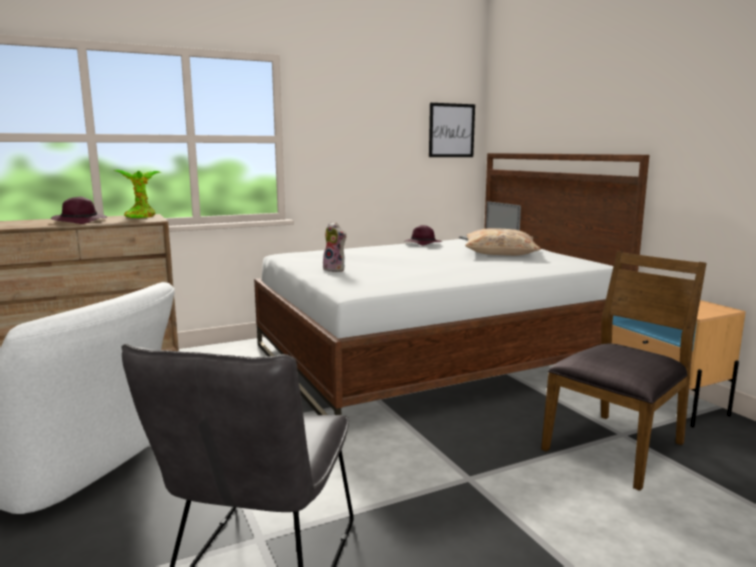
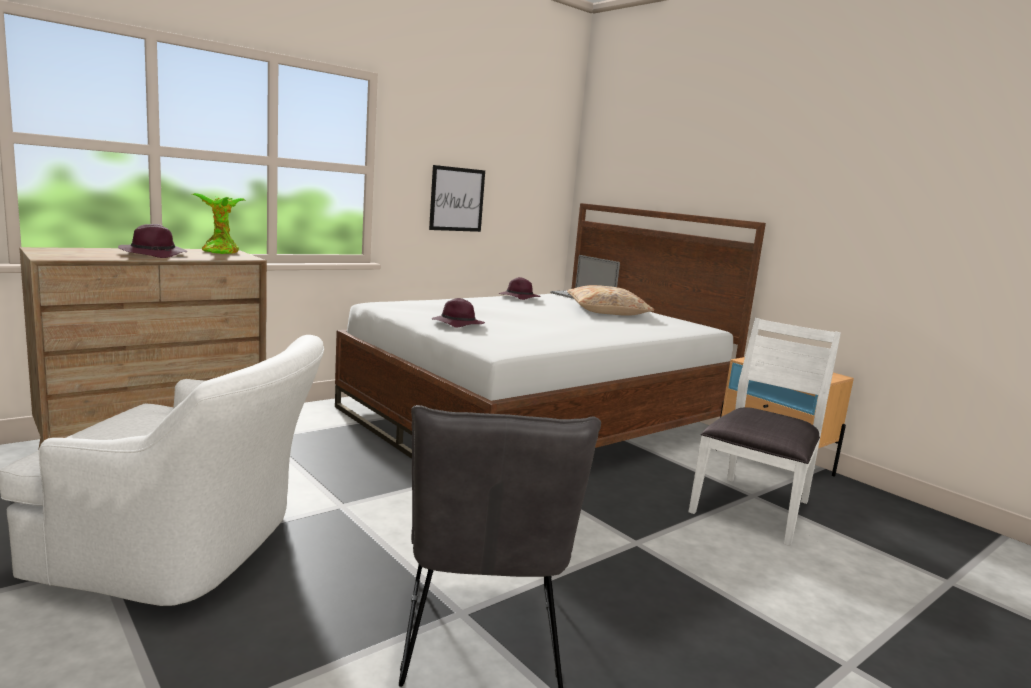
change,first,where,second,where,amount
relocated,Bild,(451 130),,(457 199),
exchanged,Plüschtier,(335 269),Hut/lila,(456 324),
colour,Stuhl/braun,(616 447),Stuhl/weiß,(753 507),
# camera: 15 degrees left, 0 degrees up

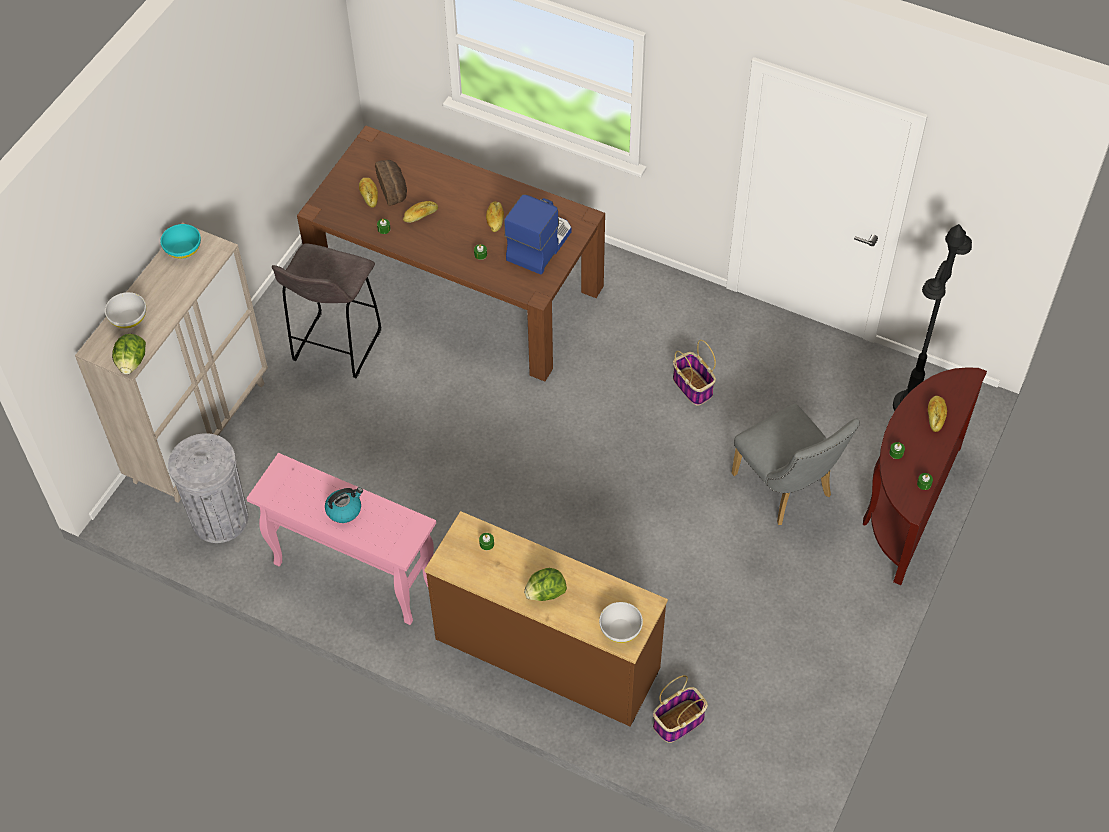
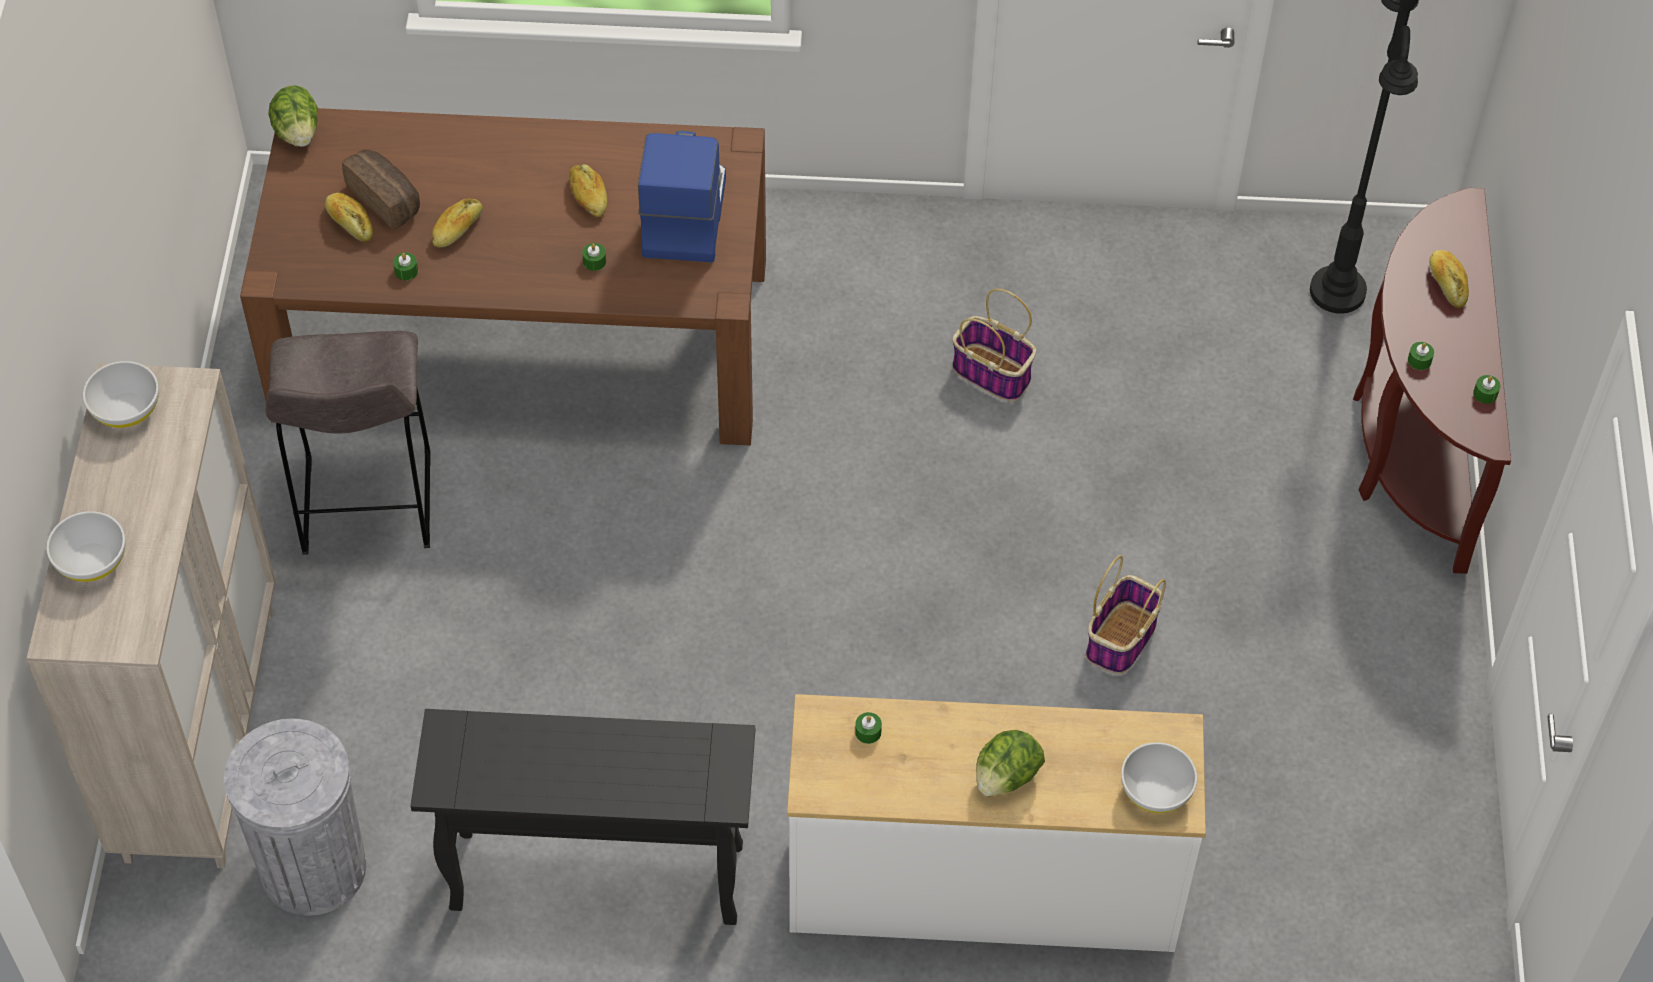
change,first,where,second,where,amount
missing,Wasserkessel,(344 510),,,
missing,Stuhl/grau,(786 490),,,
relocated,Salatkopf,(132 362),,(298 132),
relocated,Korb,(678 722),,(1121 640),
colour,Schüssel/türkis,(183 249),Schüssel/weiß,(125 409),
colour,Konsolentisch/rosa,(352 575),Konsolentisch/schwarz,(594 878),
colour,Kommode/braun,(546 654),Kommode/weiß,(983 888),
# camera: 25 degrees left, 0 degrees up

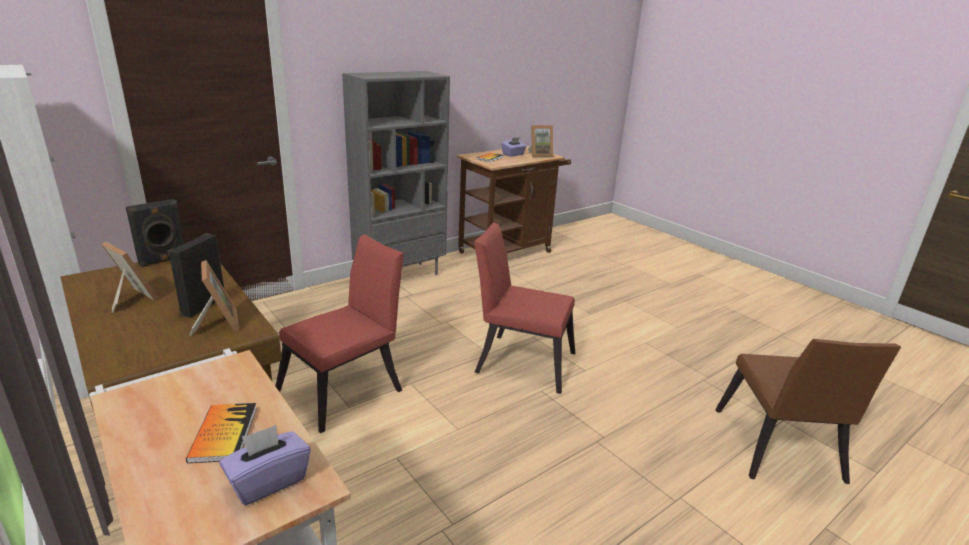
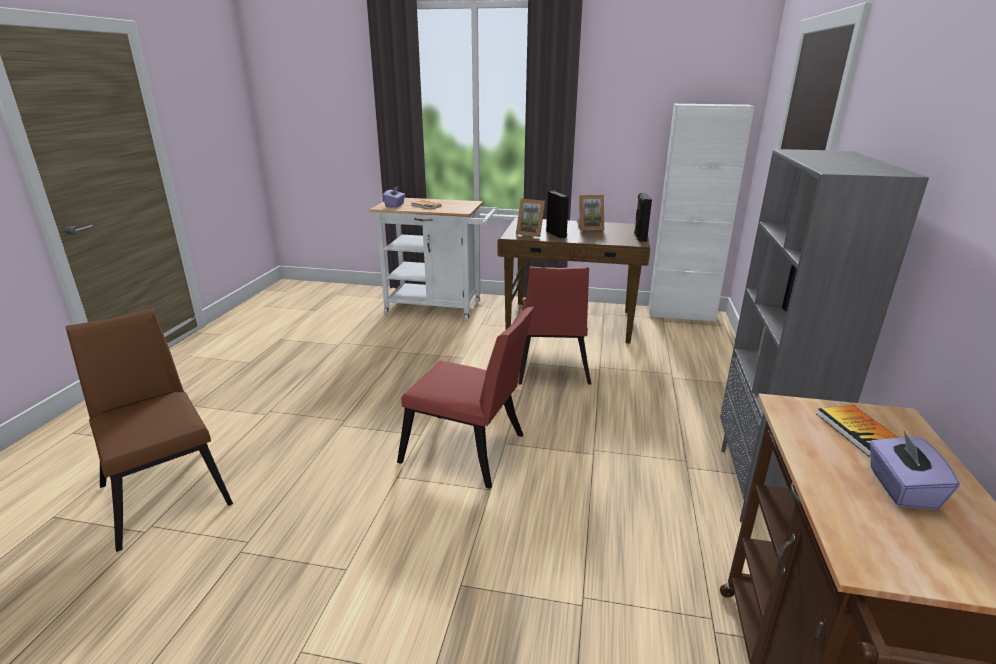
change,first,where,second,where,amount
missing,Bilderrahmen,(539 155),,,
spun,Stuhl/rot,(519 360),,(469 452),45 degrees clockwise
# camera: 140 degrees right, 0 degrees up

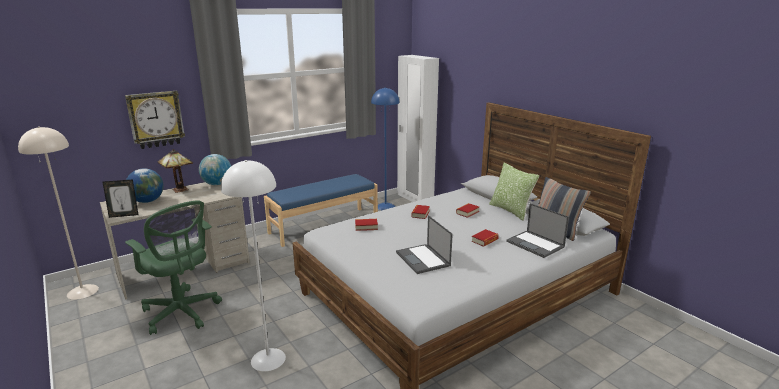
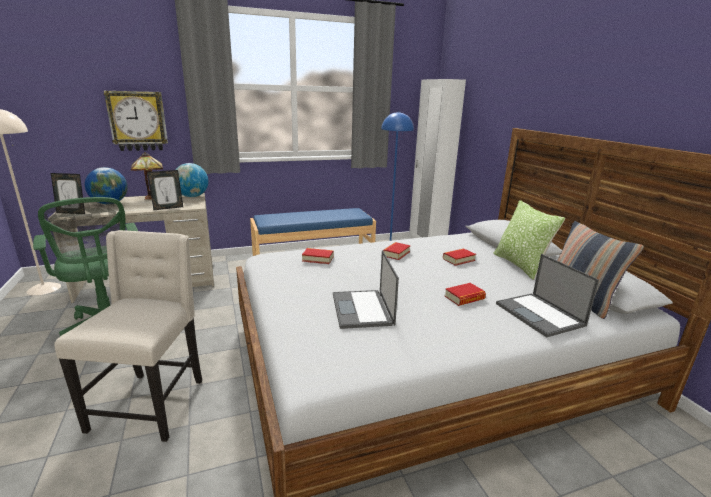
change,first,where,second,where,amount
appeared,,,Bilderrahmen,(168 208),
exchanged,Stehlampe/weiß,(268 359),Stuhl/beige,(151 404),
# camera: 15 degrees right, 0 degrees up

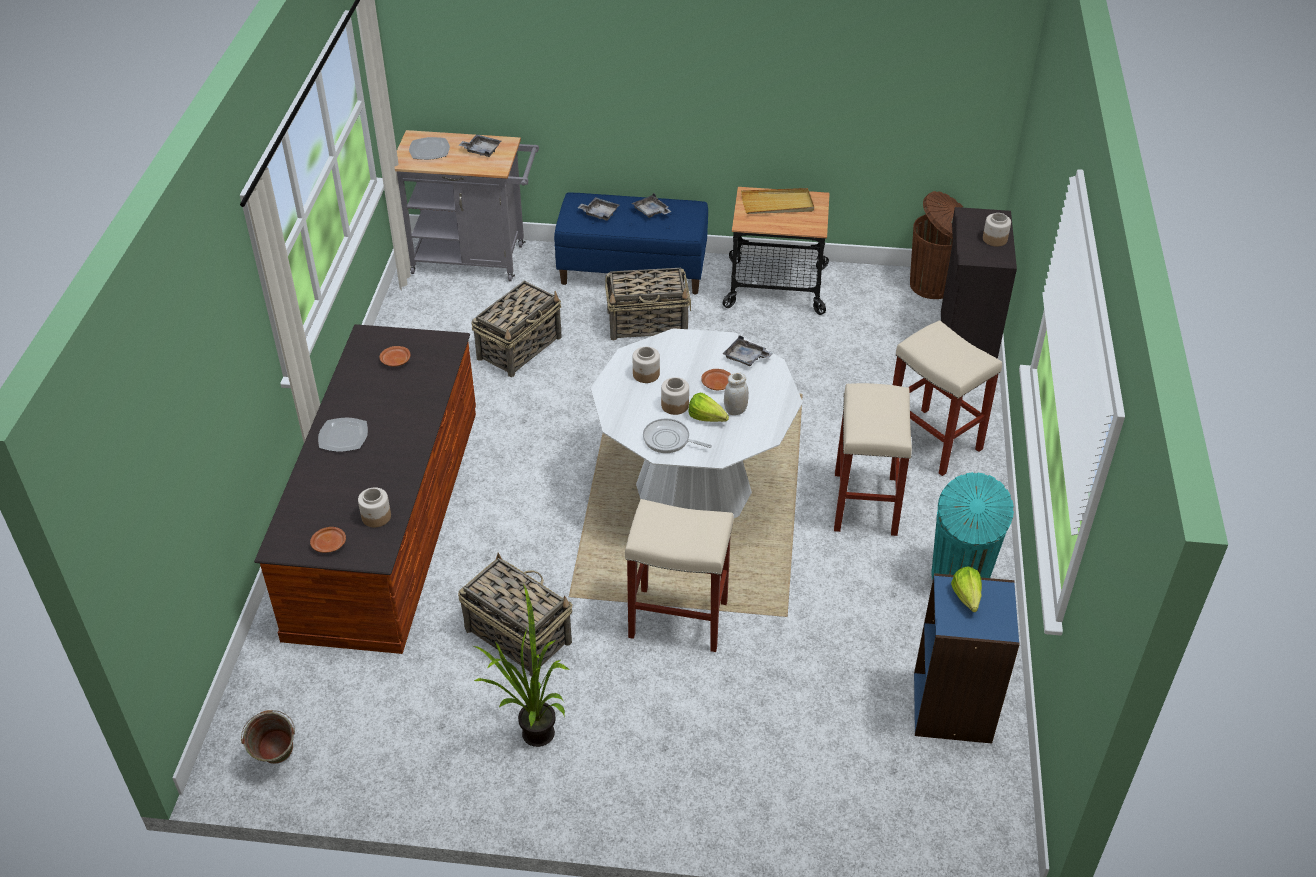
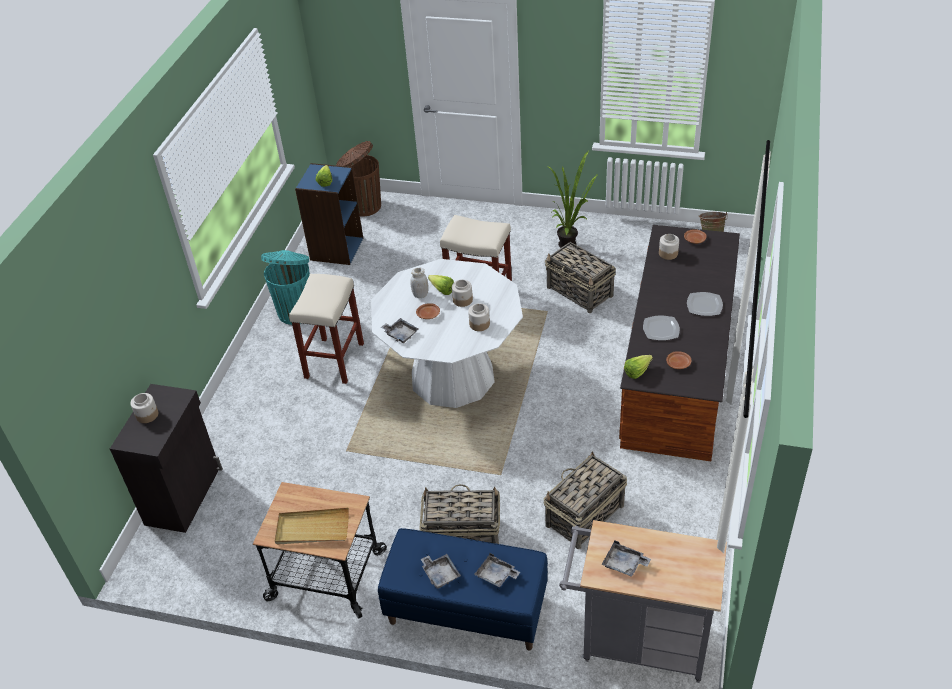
change,first,where,second,where,amount
missing,Pfanne,(669 440),,,
missing,Hocker/beige,(934 442),,,
appeared,,,Salatkopf,(639 371),
relocated,Teller,(430 150),,(660 329),
relocated,Mülleimer/braun,(934 285),,(363 206),
# camera: 170 degrees left, 0 degrees up

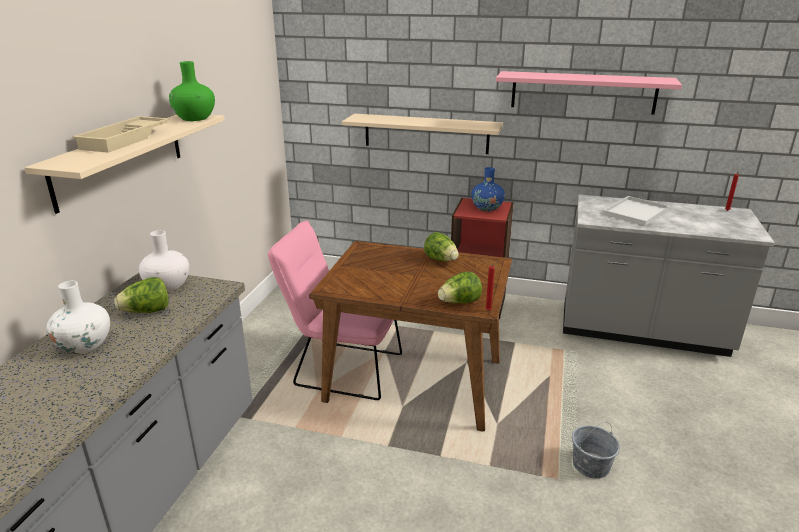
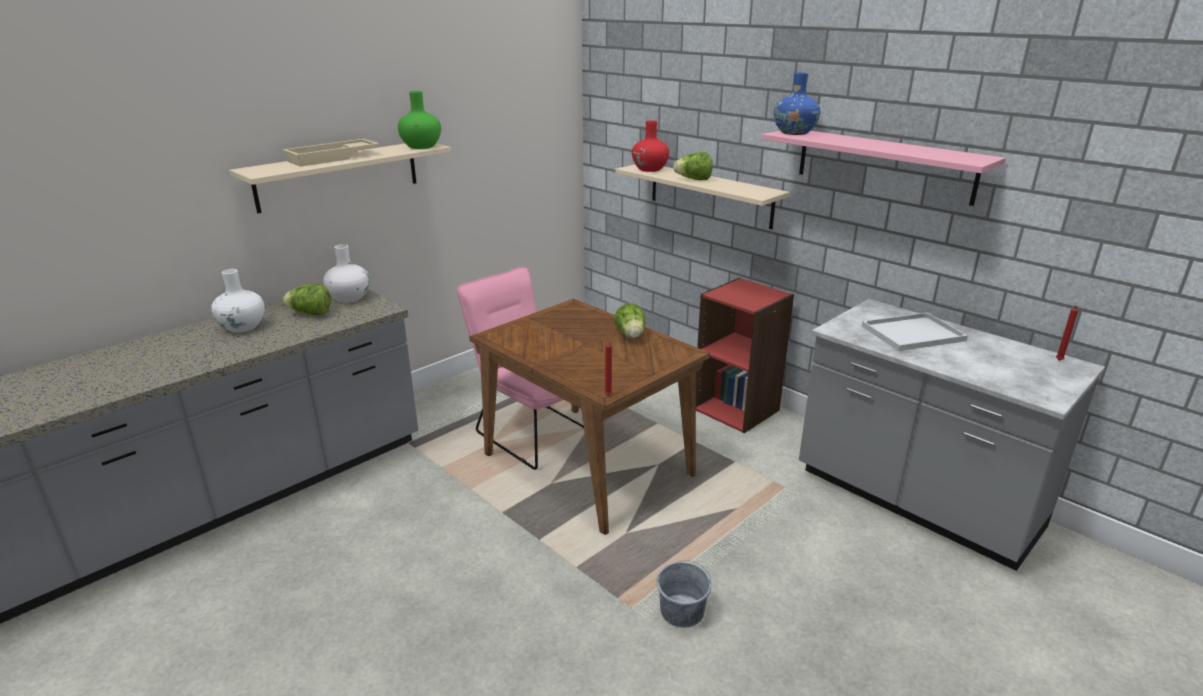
change,first,where,second,where,amount
appeared,,,Vase/rot,(650 169),
relocated,Salatkopf,(459 302),,(694 179),
relocated,Vase/blau,(487 208),,(794 132),
# camera: 30 degrees right, 0 degrees up

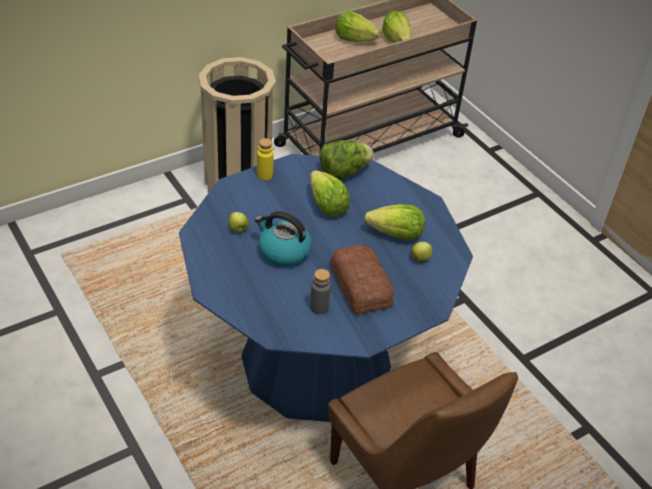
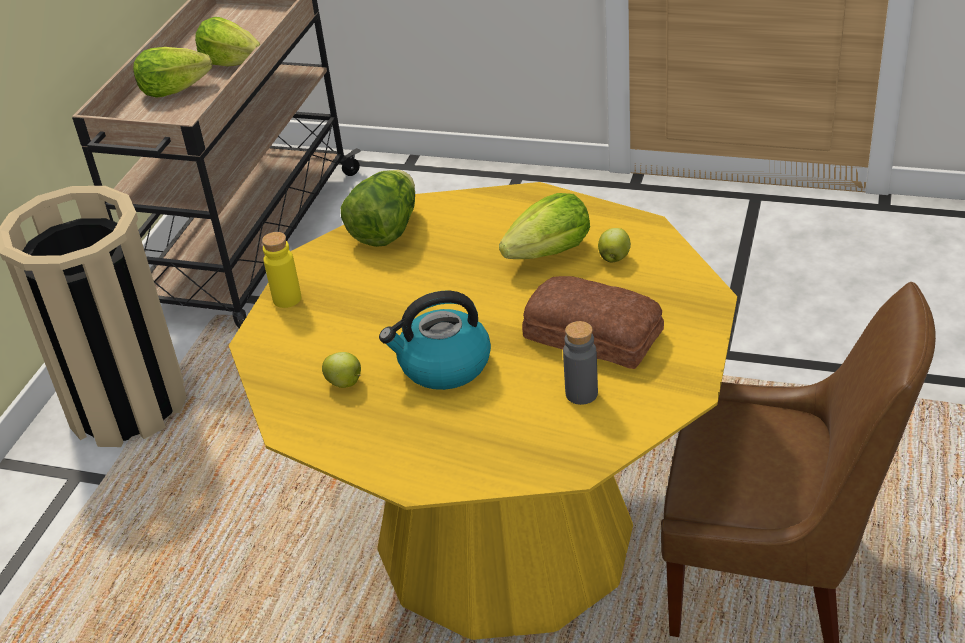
change,first,where,second,where,amount
missing,Salatkopf,(327 206),,,
colour,Esstisch/blau,(316 362),Esstisch/gelb,(505 538),
# camera: 35 degrees left, 5 degrees down

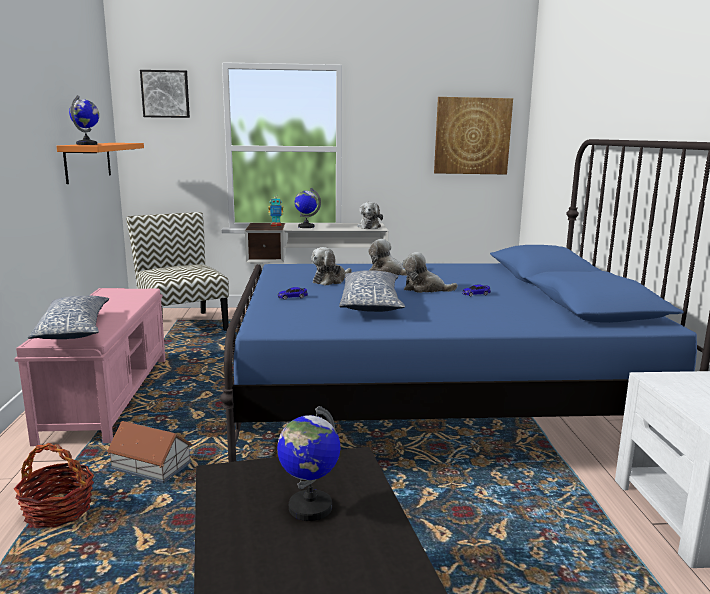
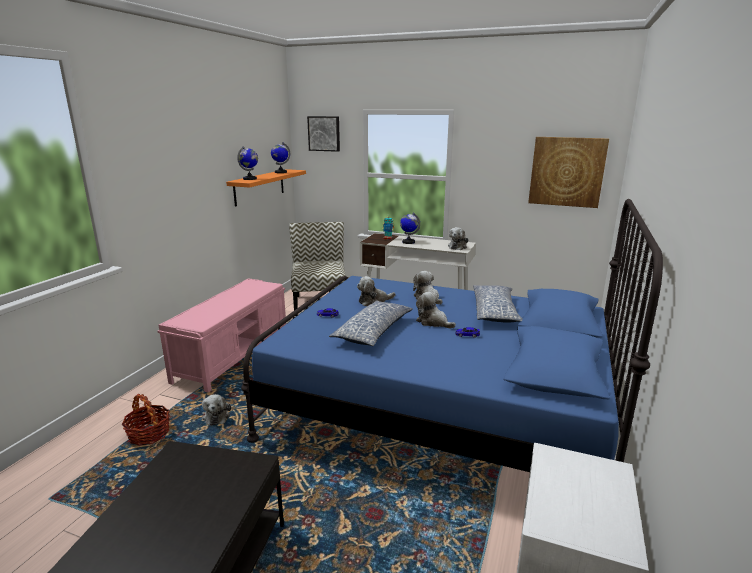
change,first,where,second,where,amount
relocated,Kissen,(74 329),,(495 311),
relocated,Globus,(309 507),,(280 172),
exchanged,Spielzeughaus,(151 466),Plüschtier,(216 416),
# camera: 25 degrees right, 5 degrees up

